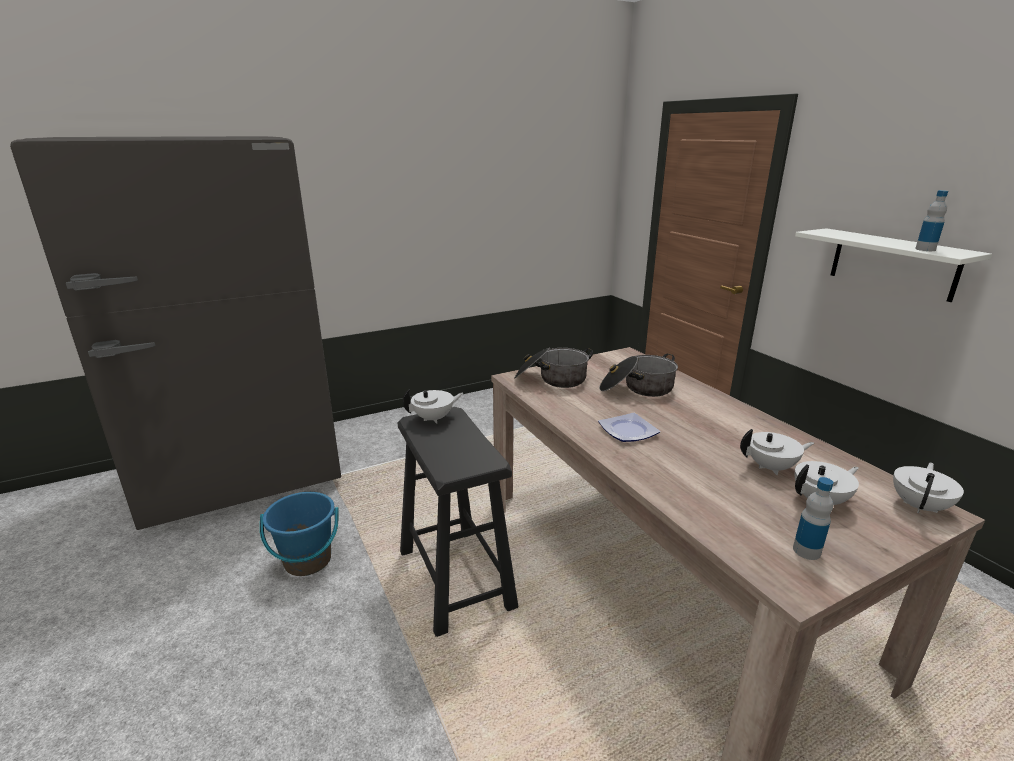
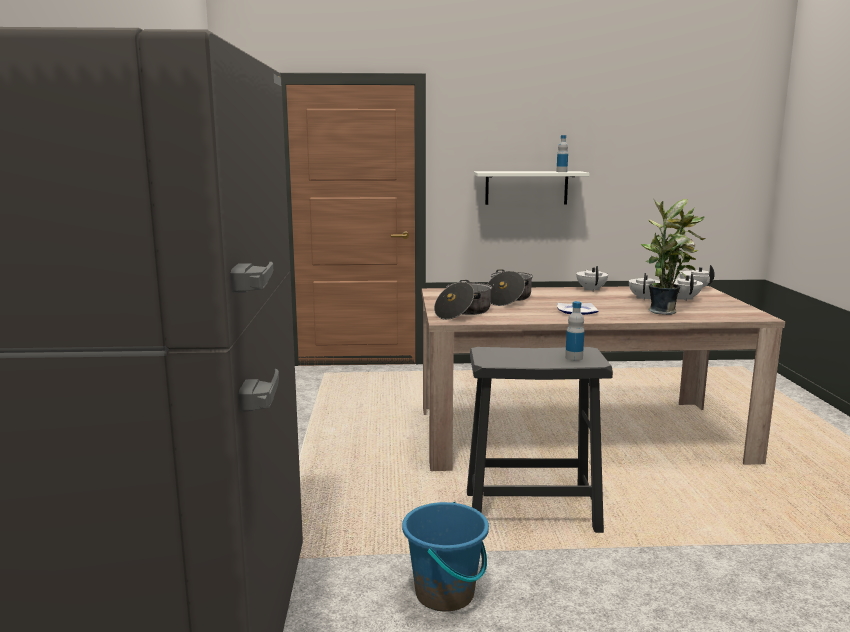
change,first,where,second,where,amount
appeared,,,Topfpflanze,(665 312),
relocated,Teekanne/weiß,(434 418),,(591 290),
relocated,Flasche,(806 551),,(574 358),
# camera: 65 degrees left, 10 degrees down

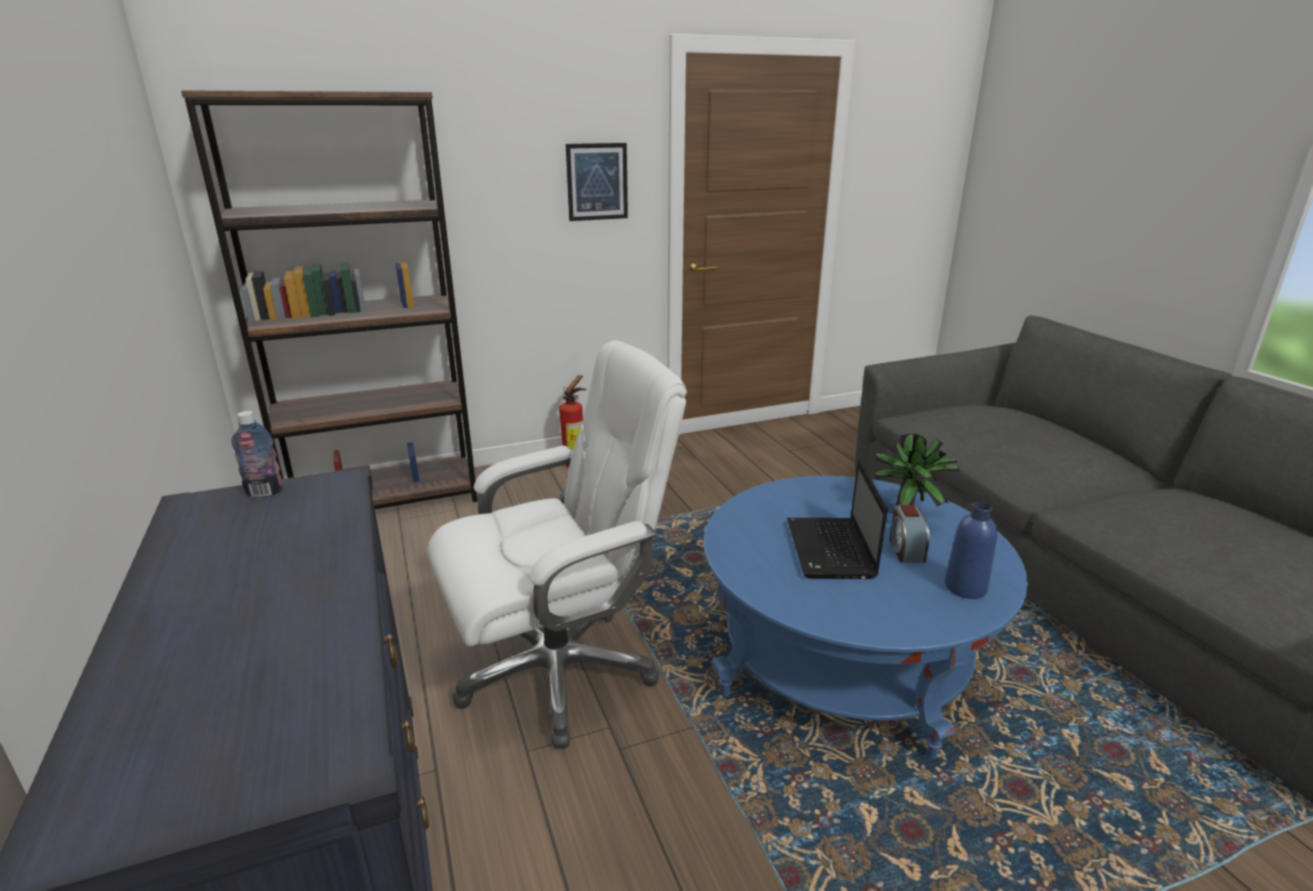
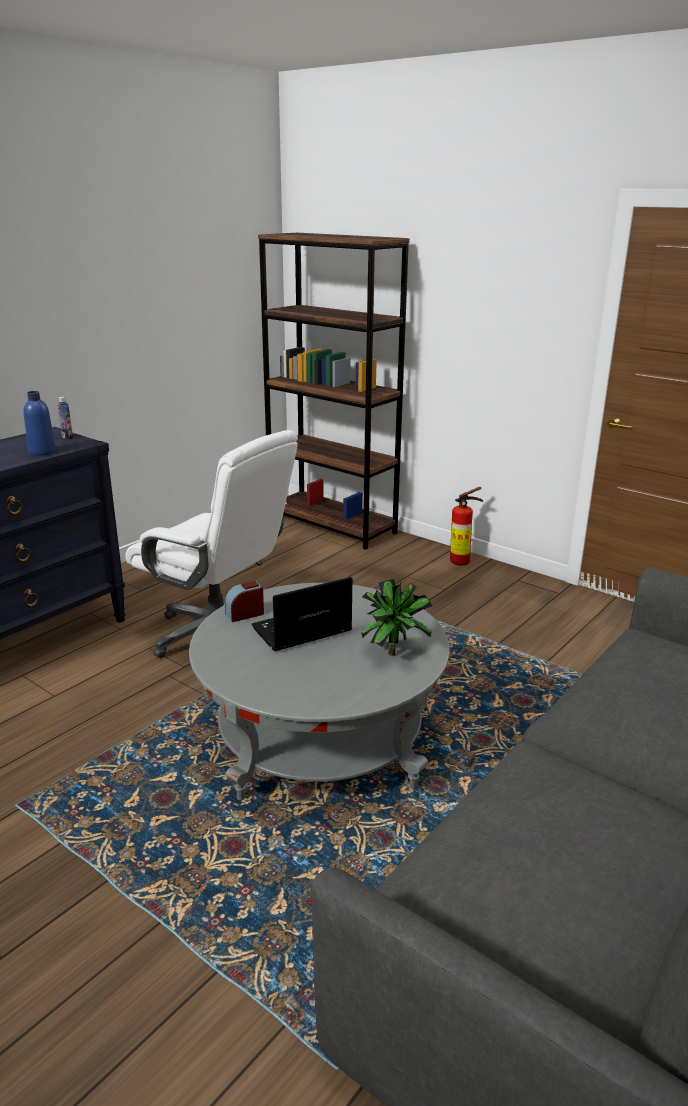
change,first,where,second,where,amount
missing,Bild,(597 182),,,
relocated,Wecker,(906 549),,(245 614),
relocated,Flasche/blau,(965 587),,(42 452),
colour,Couchtisch/blau,(843 660),Couchtisch/grau,(320 739),
# camera: 60 degrees right, 0 degrees up

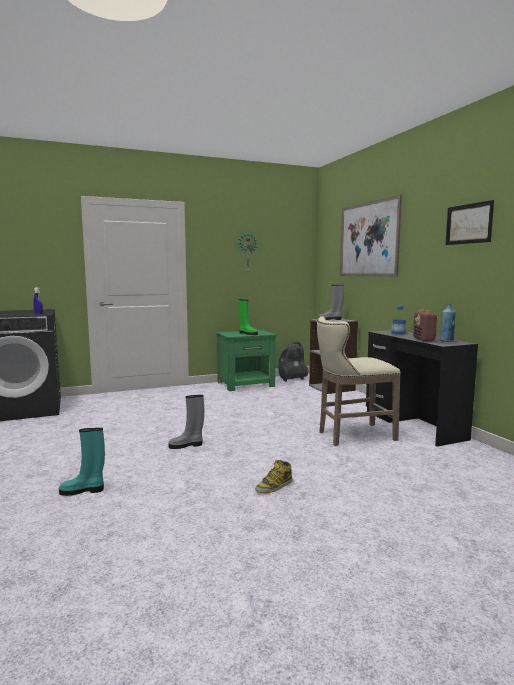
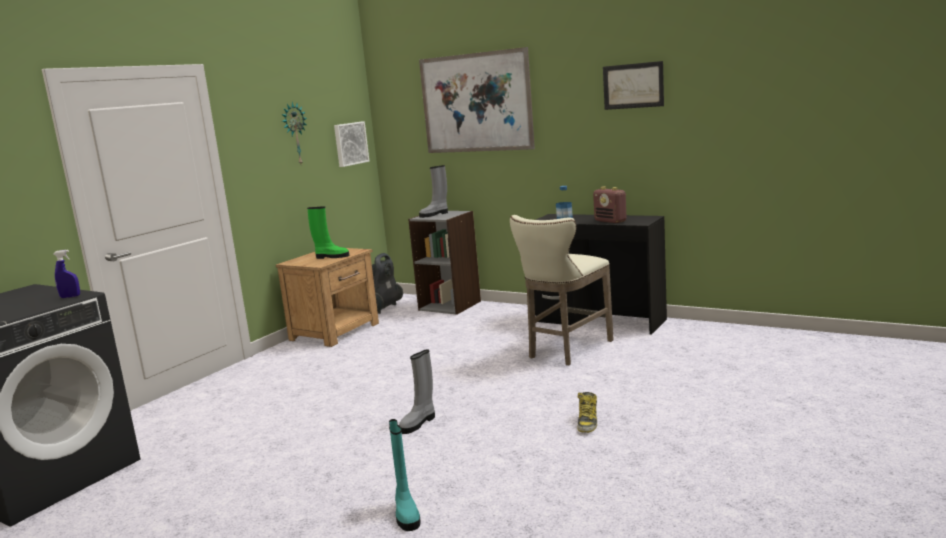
change,first,where,second,where,amount
missing,Flasche/blau,(447 341),,,
appeared,,,Bild,(350 143),
colour,Nachttisch/grün,(246 384),Nachttisch/braun,(336 331),
spun,Stiefel/türkis,(83 491),,(406 513),60 degrees counterclockwise
# camera: 35 degrees left, 5 degrees up

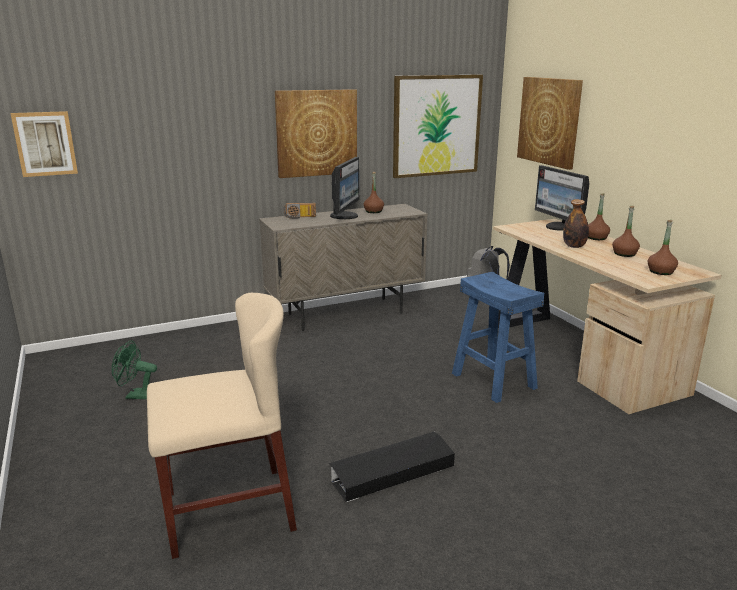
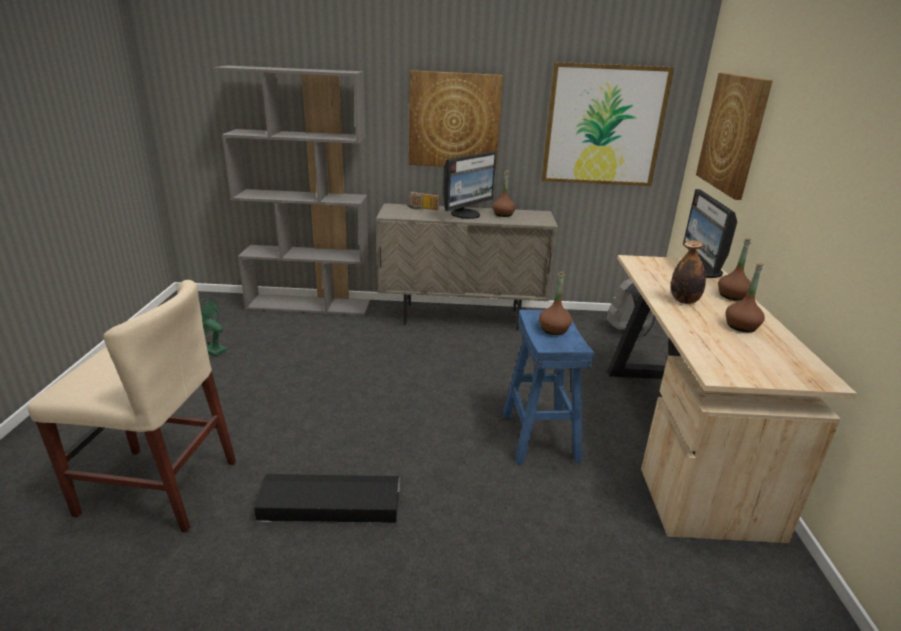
change,first,where,second,where,amount
missing,Bild,(45 143),,,
appeared,,,Bücherregal/grau,(309 305),
relocated,Flasche/braun,(660 272),,(553 329),
# camera: 25 degrees right, 5 degrees up

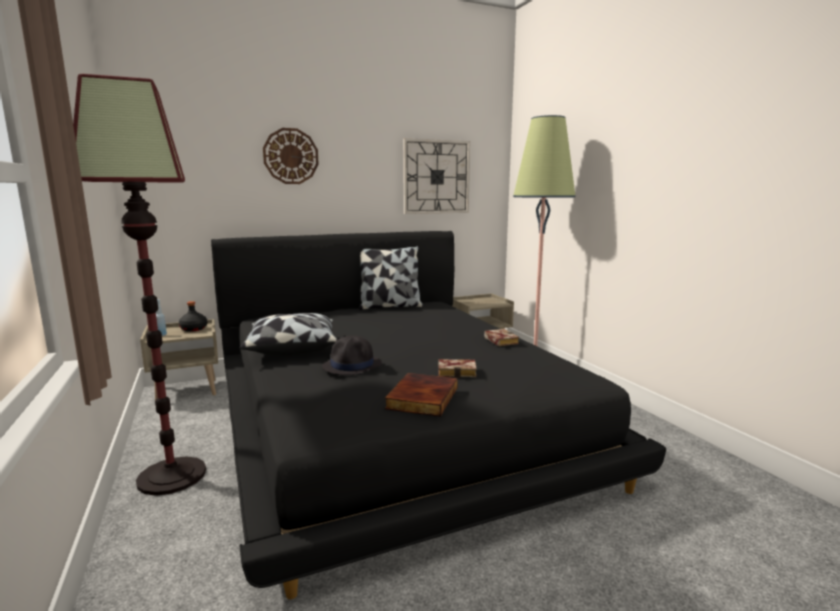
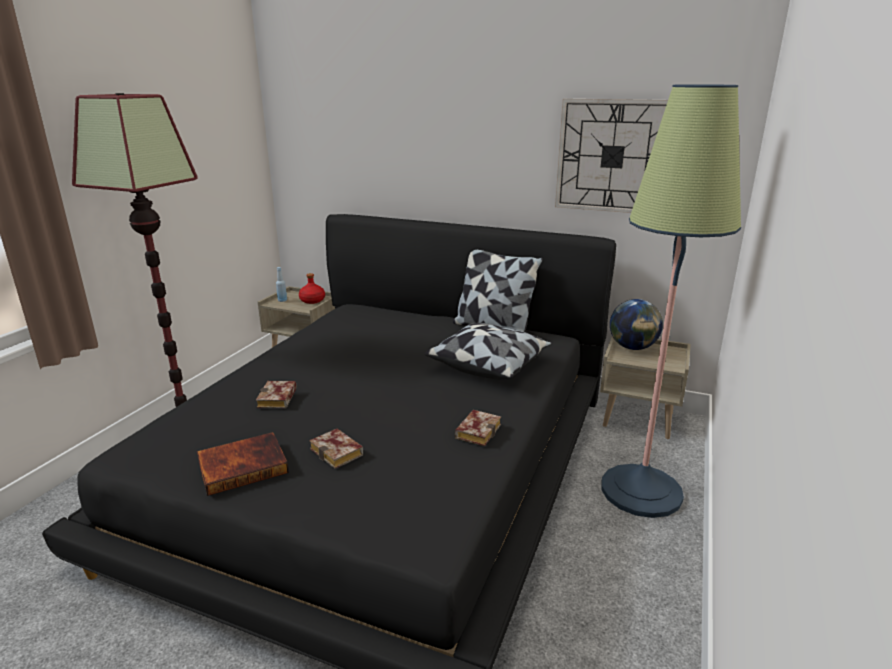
change,first,where,second,where,amount
missing,Wanduhr,(291 156),,,
appeared,,,Globus,(632 347),
relocated,Kissen,(292 348),,(489 364),
exchanged,Hut/schwarz,(352 365),Buch,(278 399),
colour,Flasche/schwarz,(193 329),Flasche/rot,(312 300),
# camera: 45 degrees right, 10 degrees up

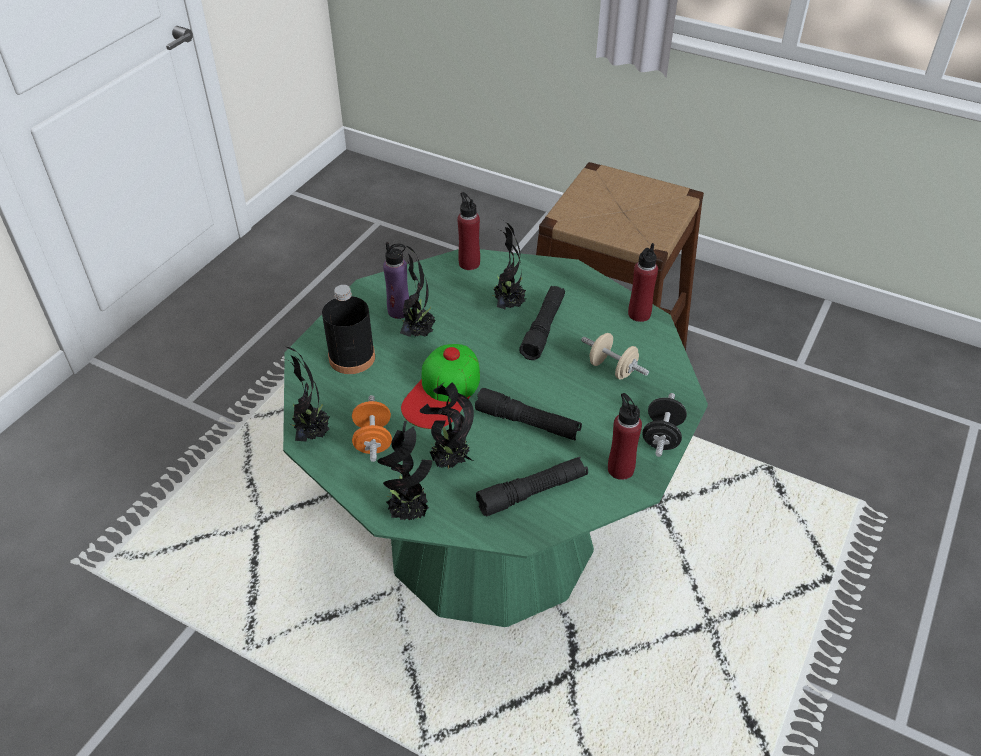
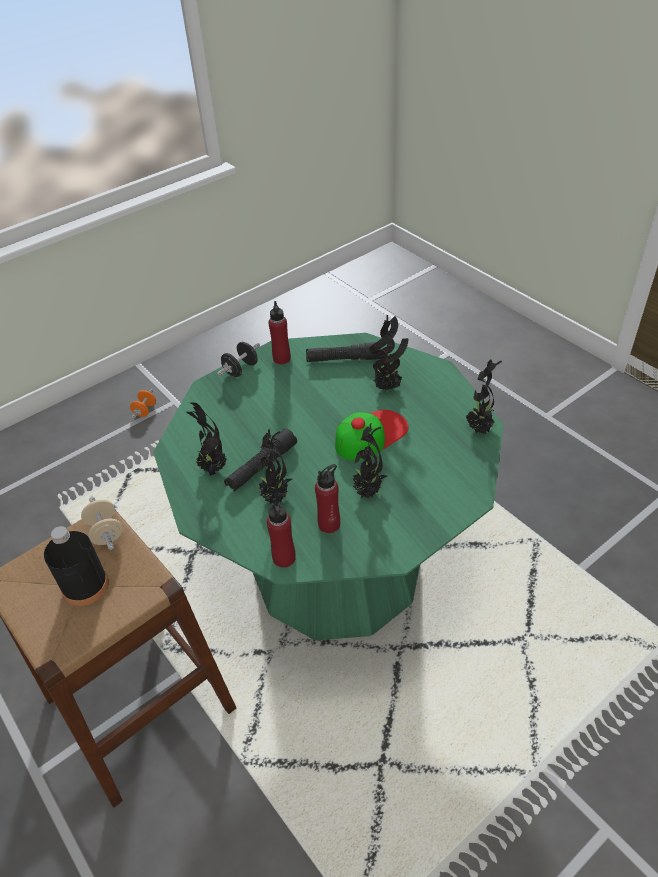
change,first,where,second,where,amount
missing,Flasche/lila,(399 311),,,
missing,Taschenlampe/schwarz,(527 423),,,
relocated,Flasche/schwarz,(352 357),,(85 586),
relocated,Hantel/orange,(373 440),,(145 410),
relocated,Topfpflanze,(410 513),,(212 468),
relocated,Hantel/beige,(612 369),,(106 532),
relocated,Flasche/rot,(639 314),,(329 524),
# camera: 155 degrees left, 0 degrees up

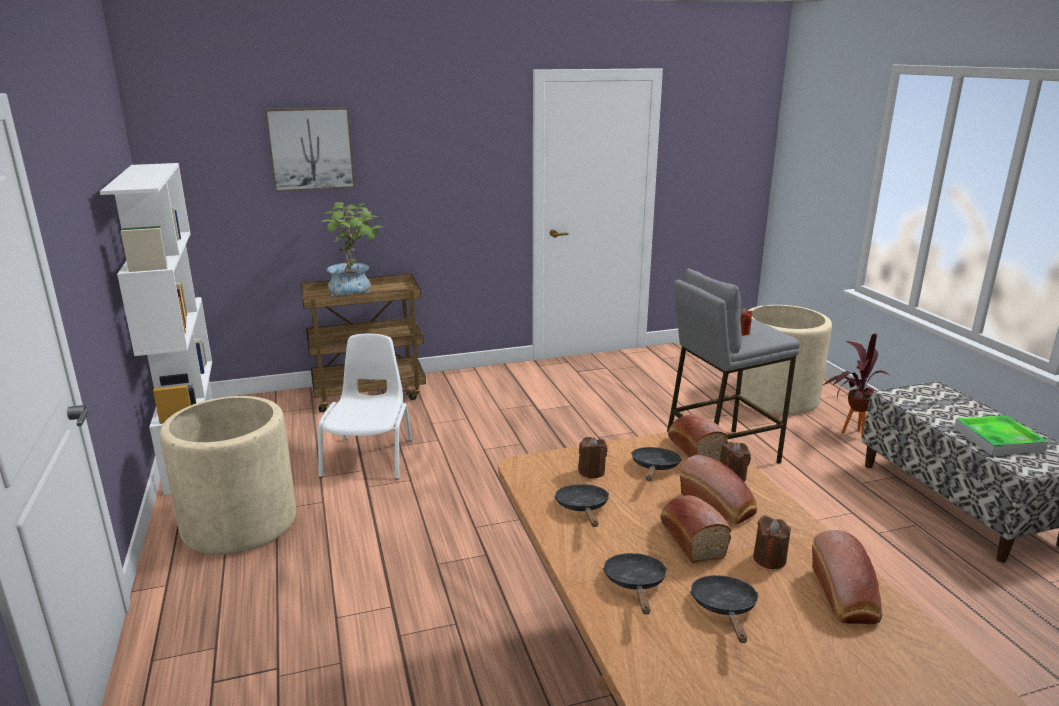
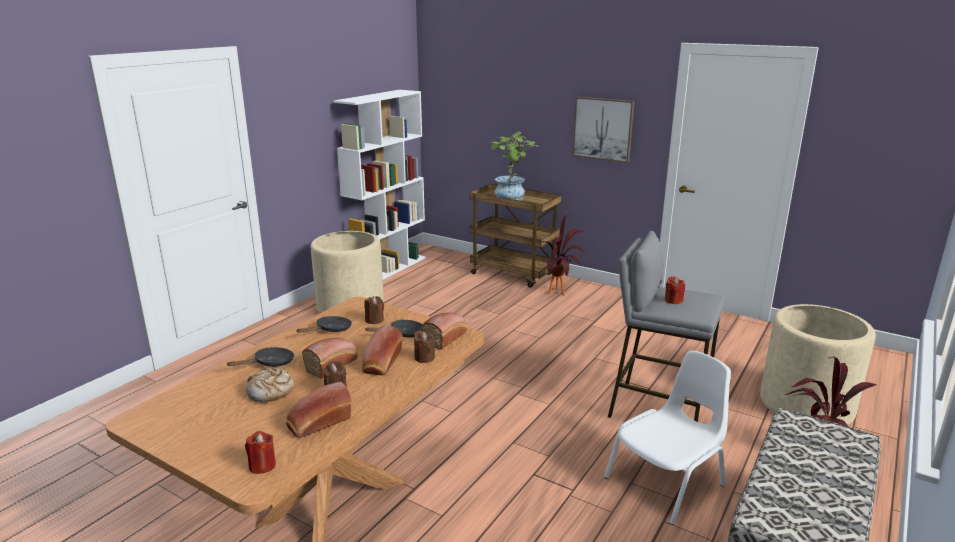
change,first,where,second,where,amount
missing,Tablett,(998 439),,,
appeared,,,Kerze/rot,(262 465),
appeared,,,Topfpflanze,(560 293),
relocated,Bild,(311 149),,(603 129),
relocated,Stuhl/weiß,(369 457),,(667 482),
exchanged,Pfanne/schwarz,(725 608),Brot,(270 391),
# camera: 50 degrees right, 0 degrees up

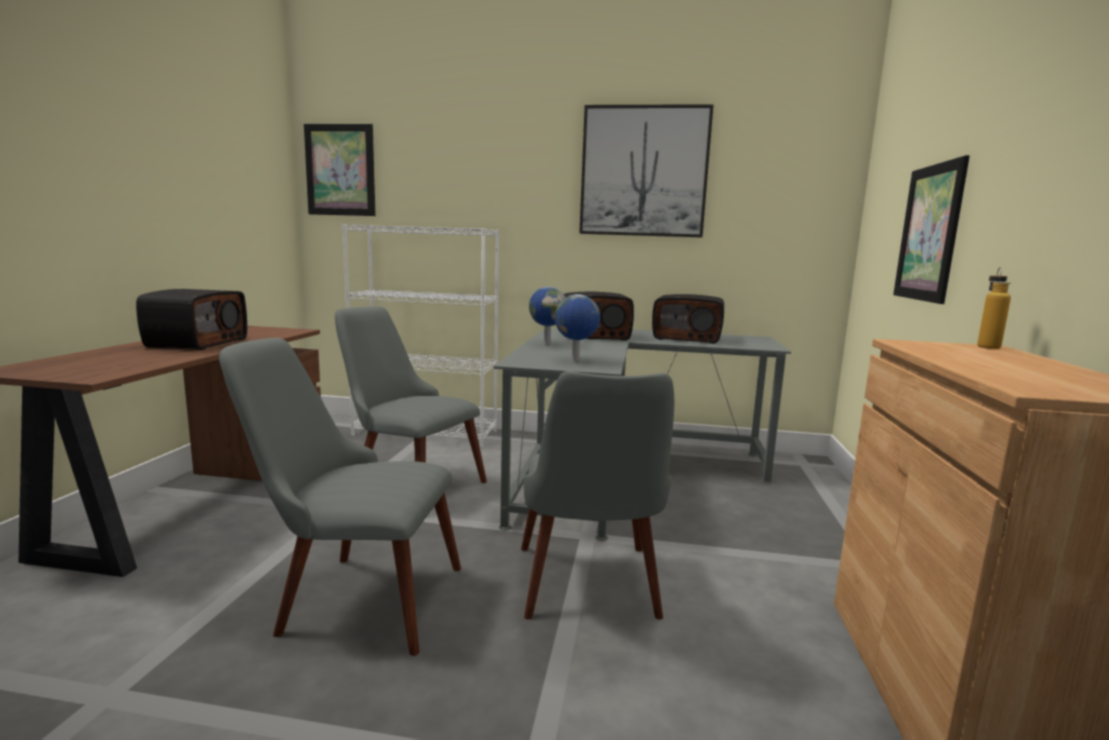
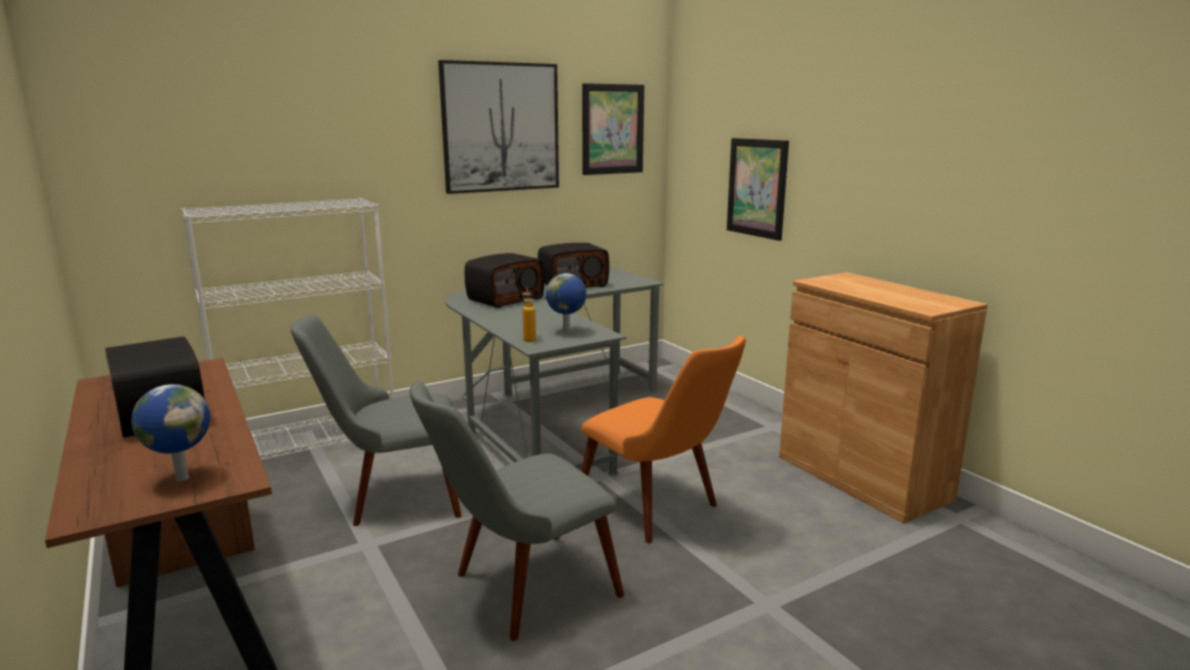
change,first,where,second,where,amount
relocated,Bild,(340 170),,(612 129),
relocated,Globus,(547 343),,(181 478),
relocated,Flasche,(987 346),,(528 339),
colour,Stuhl/grau,(590 593),Stuhl/orange,(660 510),
# camera: 40 degrees left, 5 degrees up

